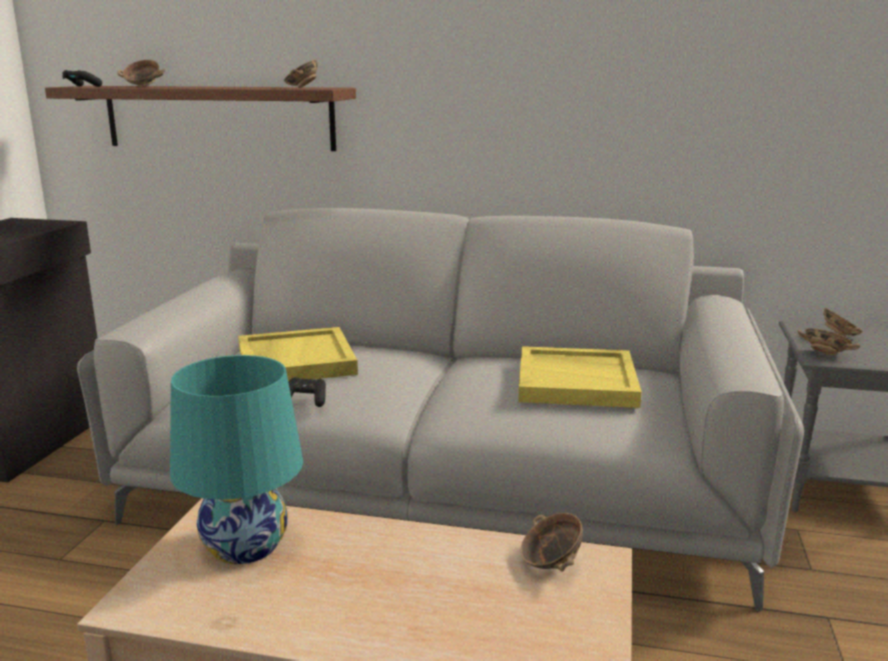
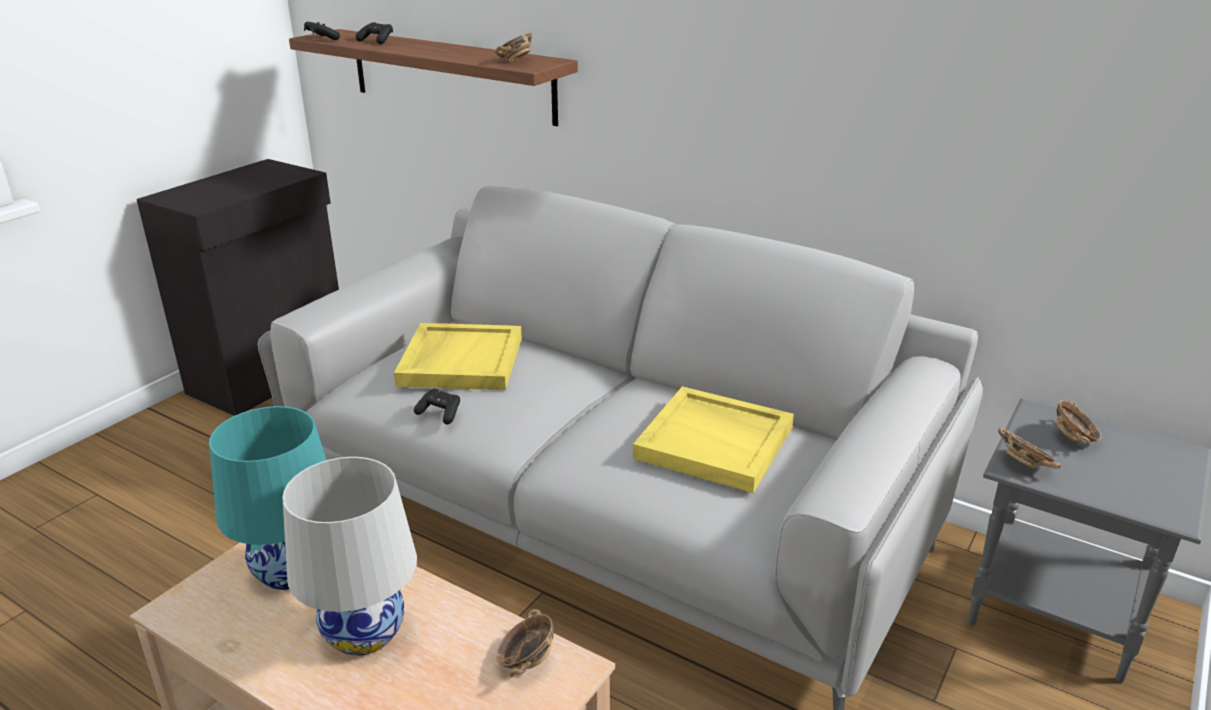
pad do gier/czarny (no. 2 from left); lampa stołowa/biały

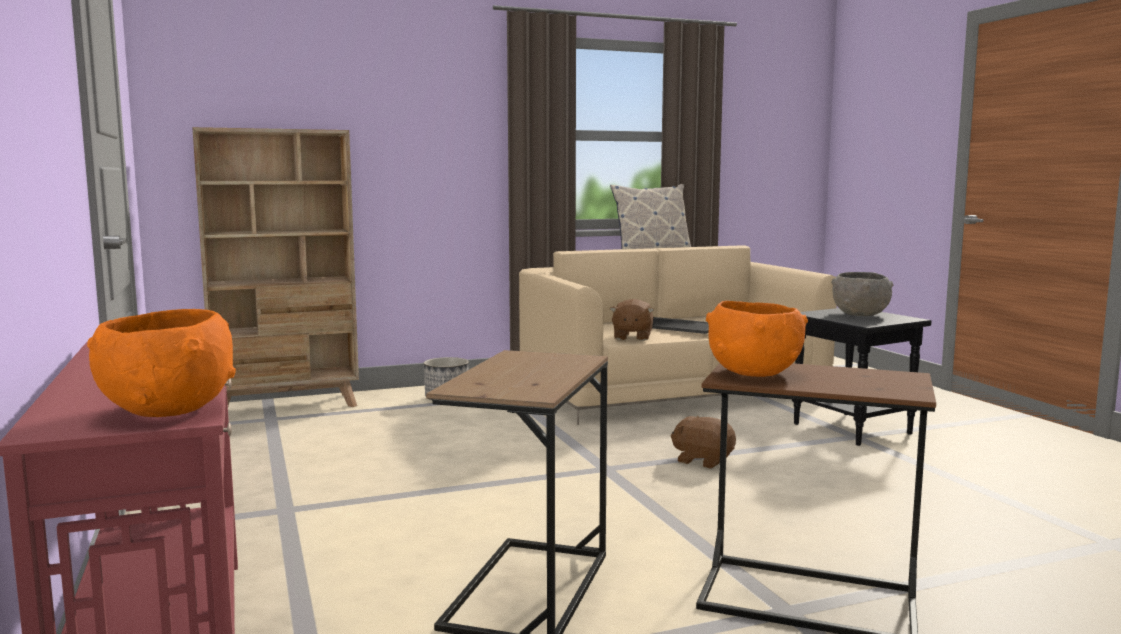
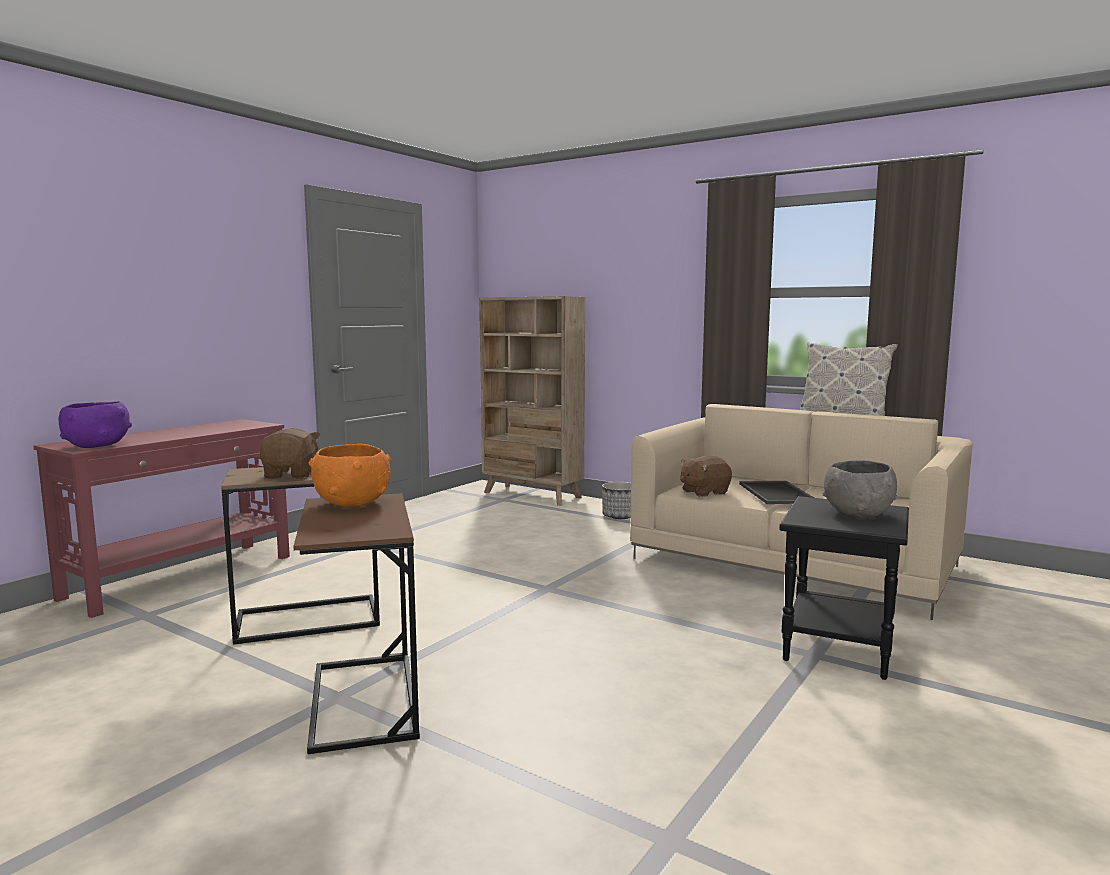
miska/fioletowy; pluszak/brązowy (no. 1 from left)

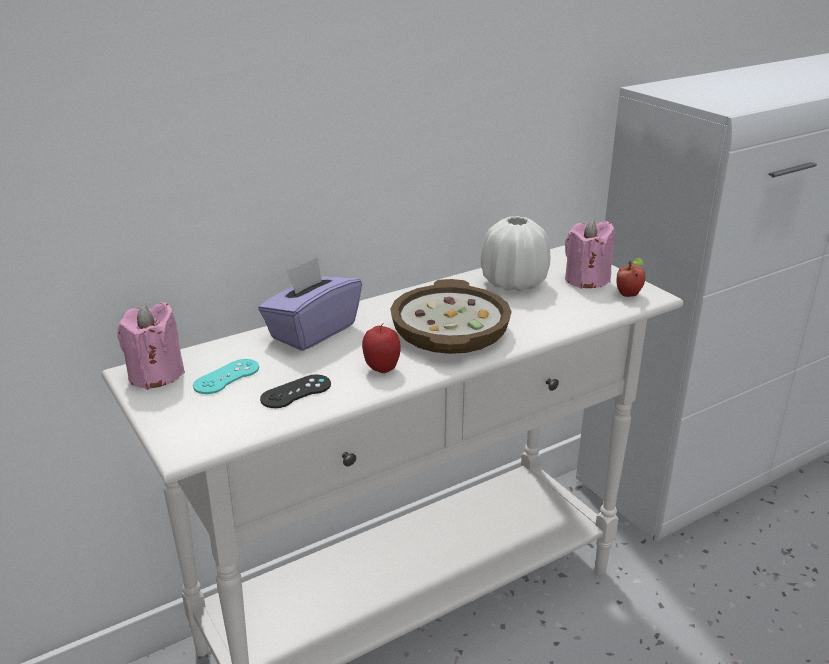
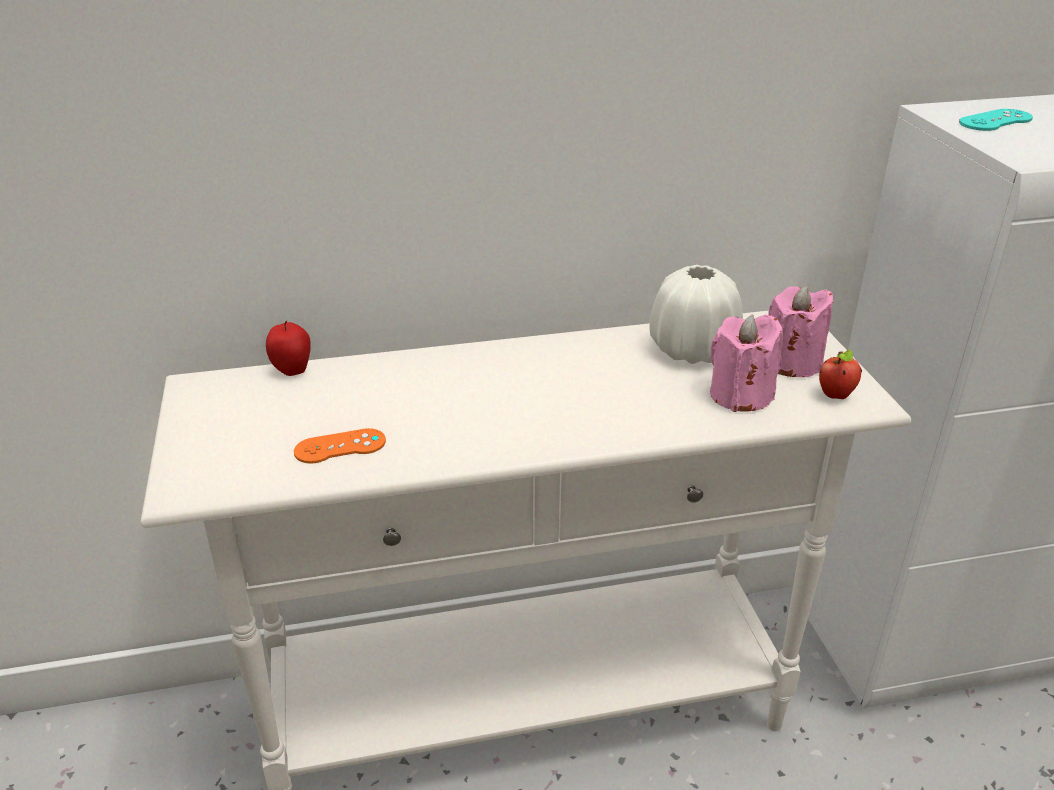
świeca/różowy (no. 1 from left); pad do gier/turkusowy; pudełko chusteczek/fioletowy; pad do gier/pomarańczowy; jabłko (no. 1 from left); miska

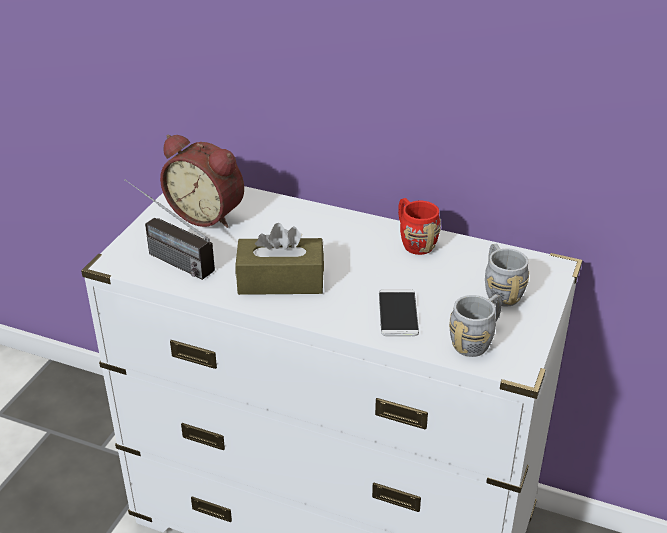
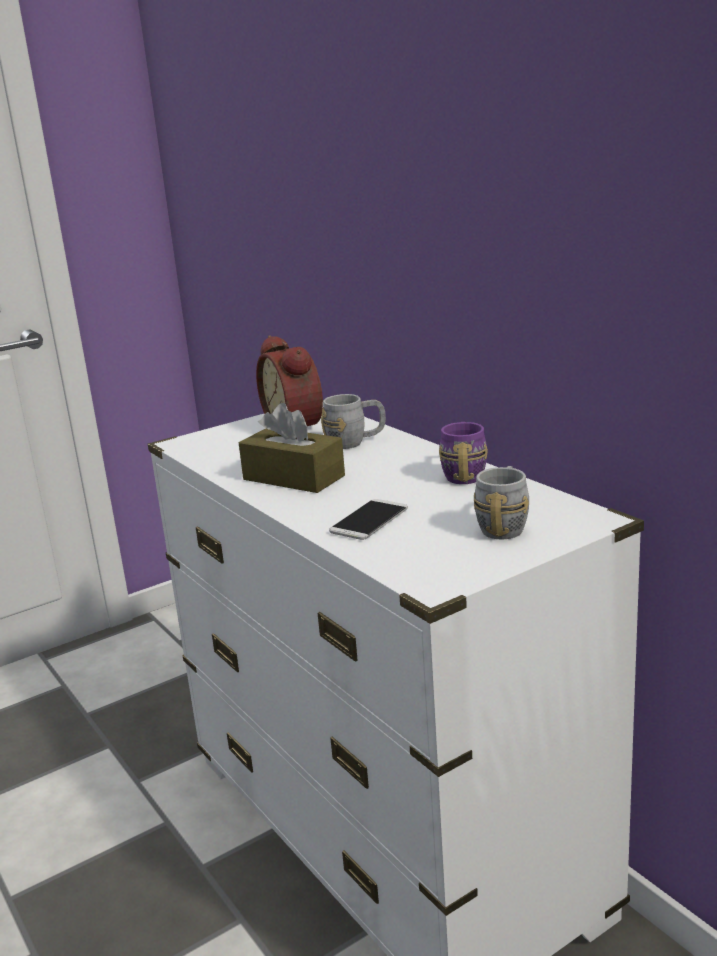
radio; kubek/fioletowy; kubek/szary (no. 1 from left)

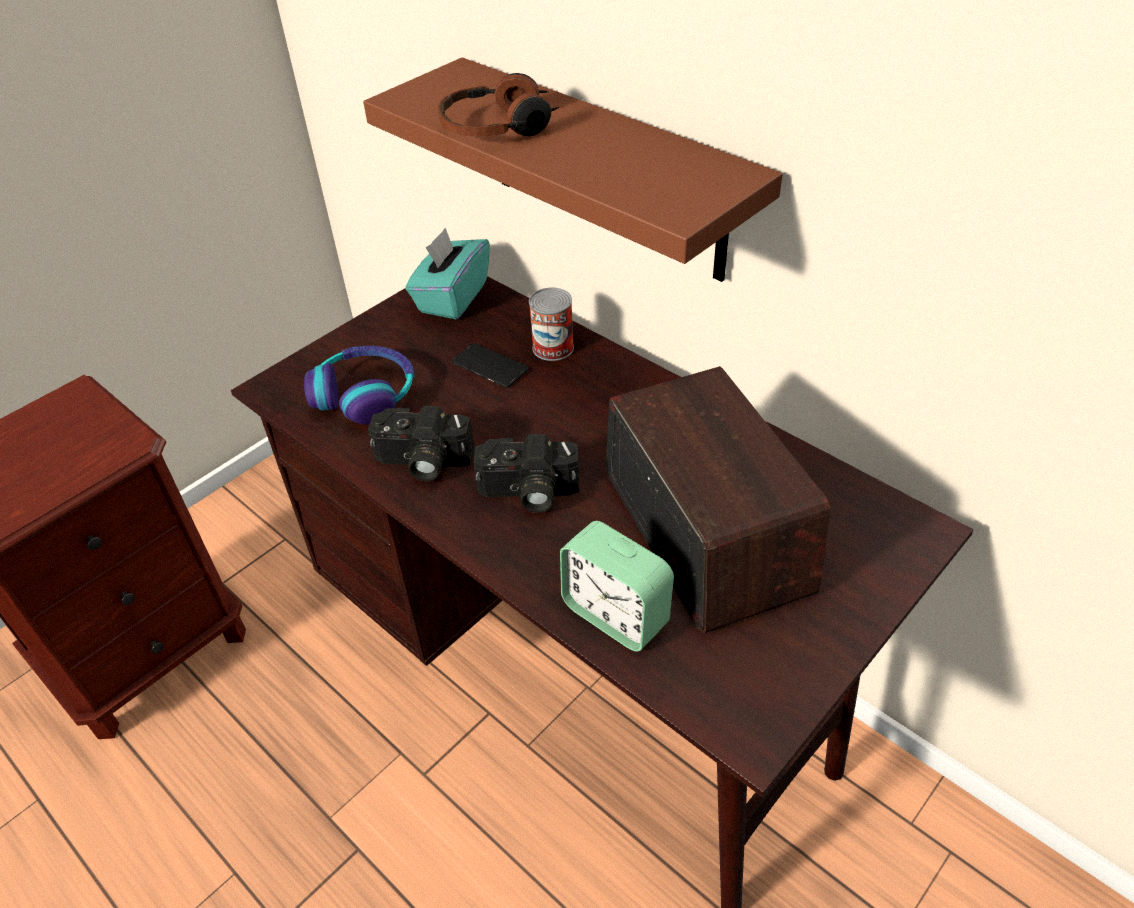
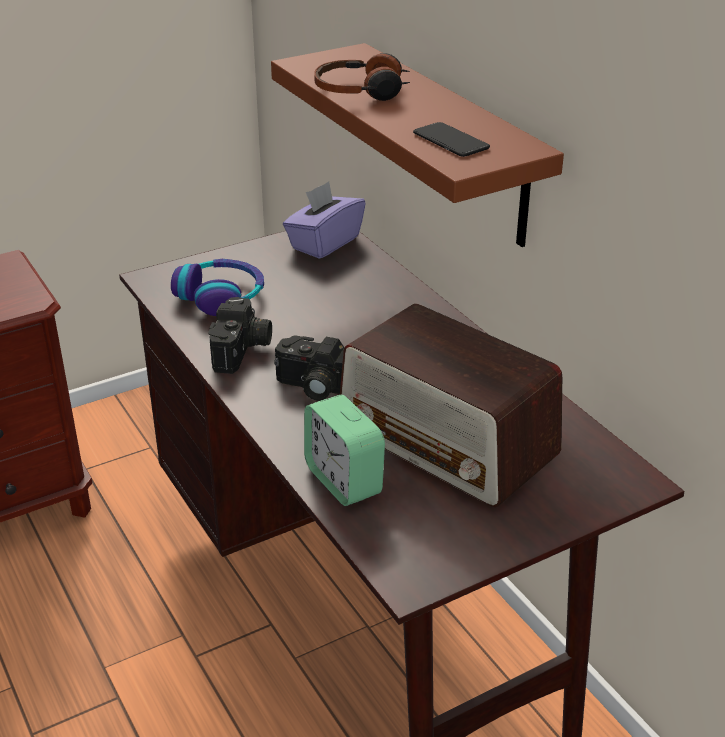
aparat fotograficzny (no. 1 from left); pudełko chusteczek/fioletowy; telefon; puszka; radio

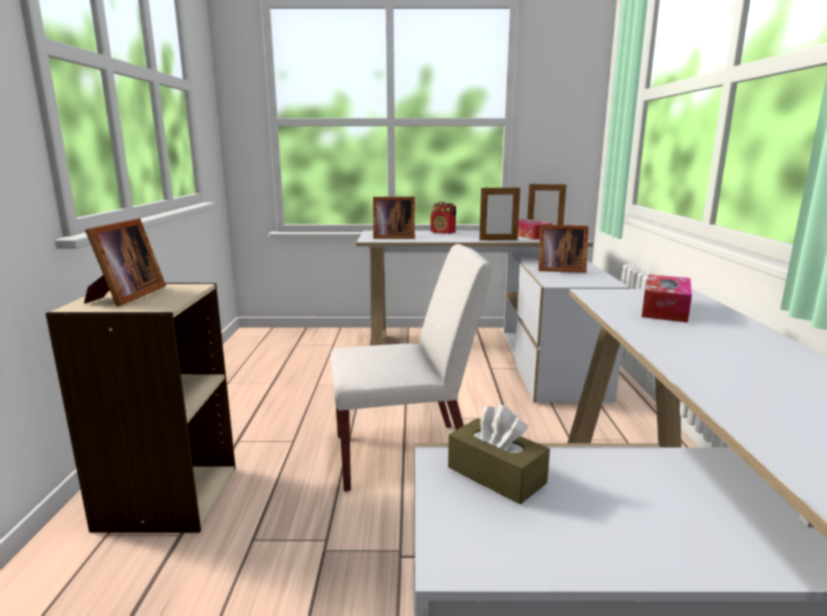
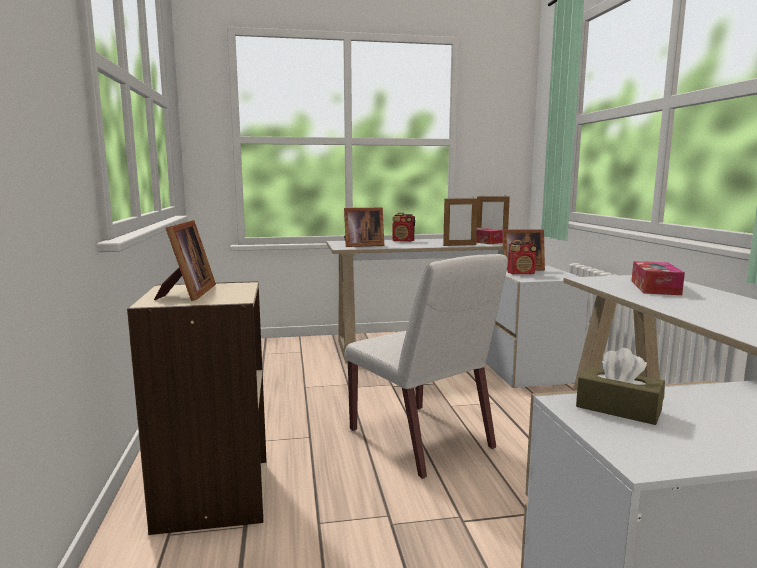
krzesło/biały; radio (no. 2 from left)

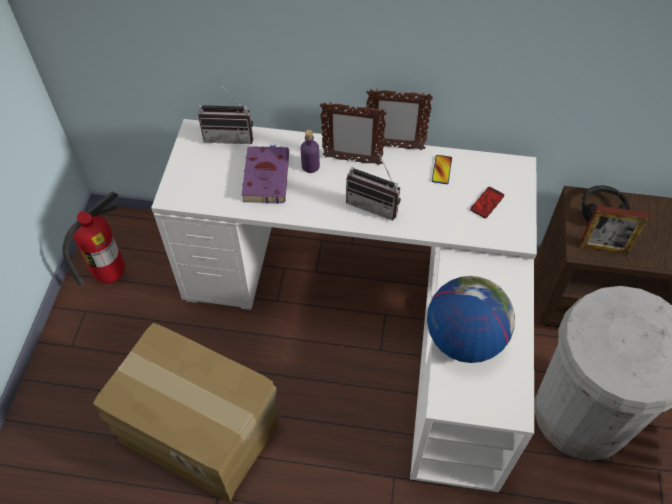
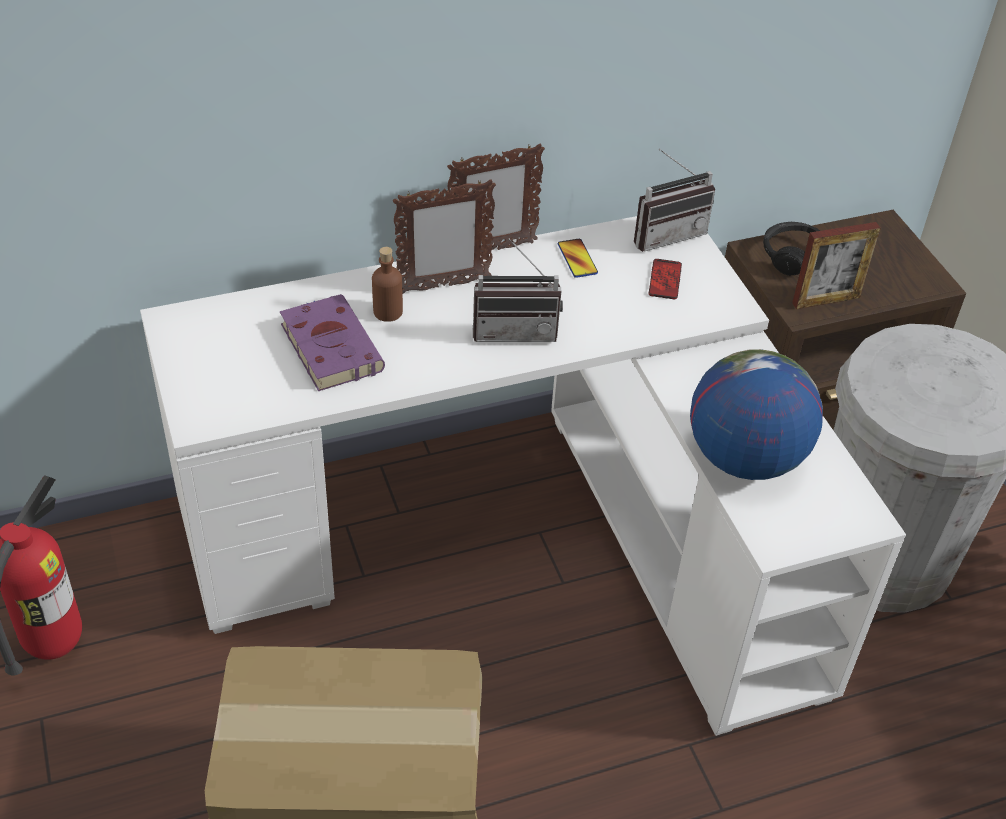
radio (no. 2 from left); butelka/brązowy

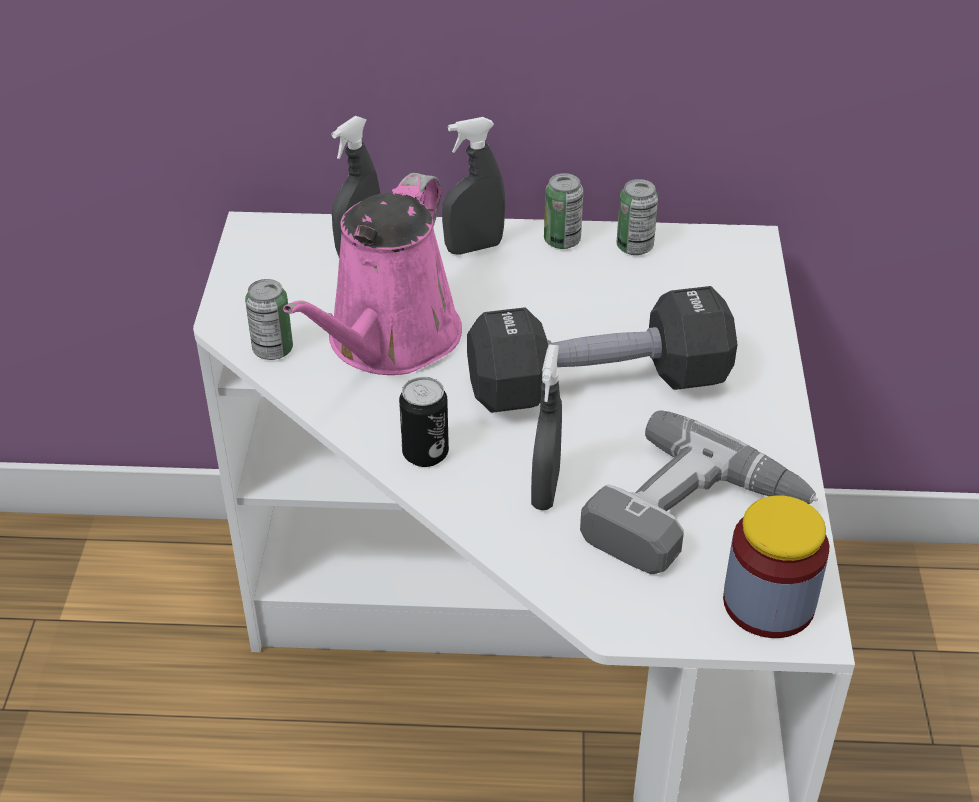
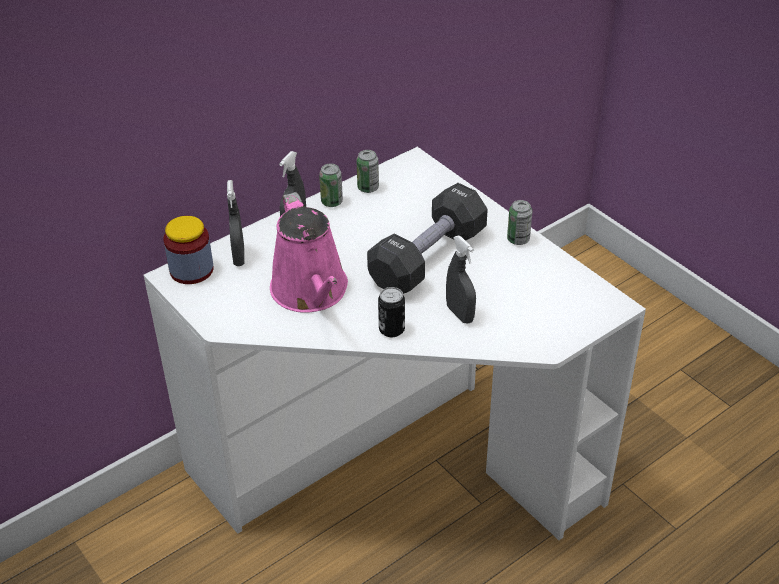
puszka (no. 4 from left); wiertarka; słoik

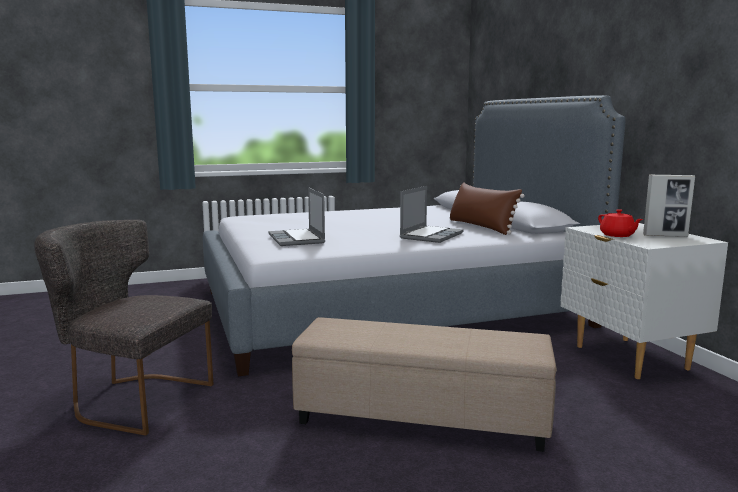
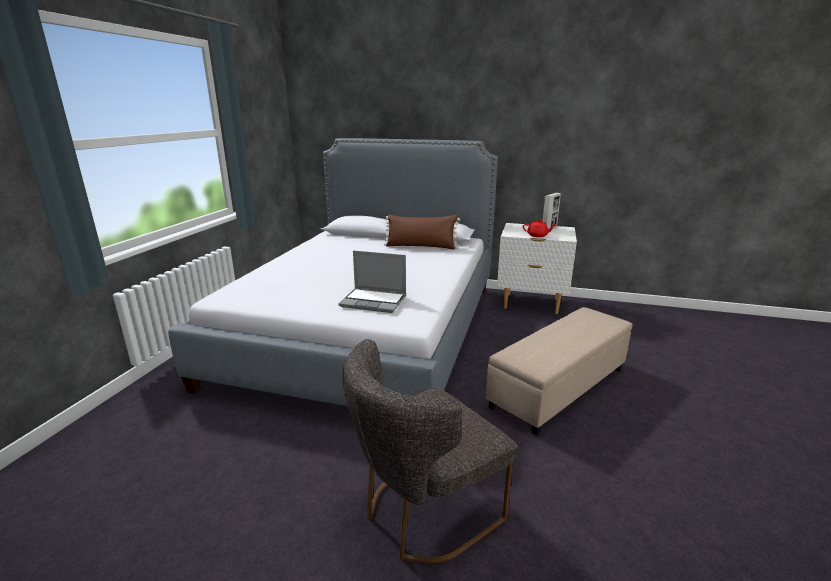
laptop (no. 2 from left in the first image)

